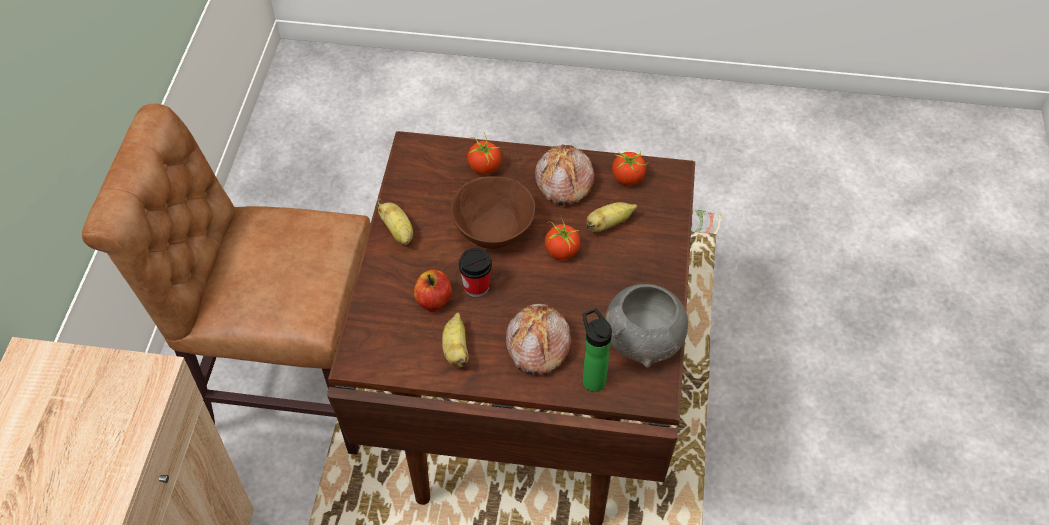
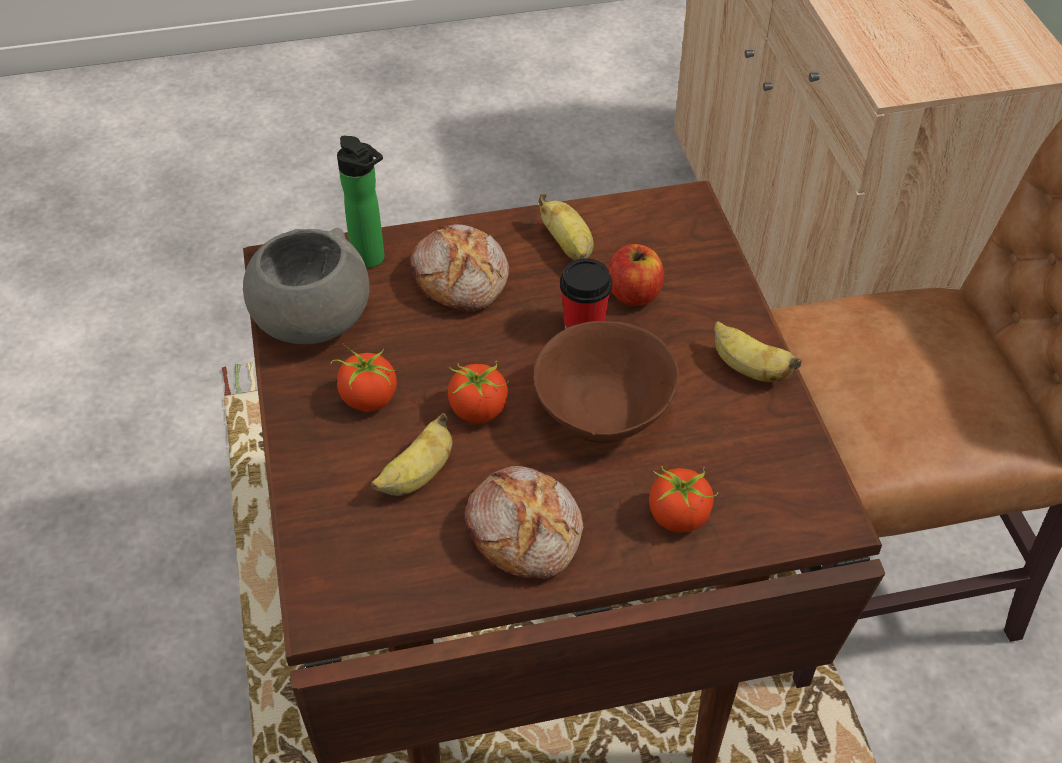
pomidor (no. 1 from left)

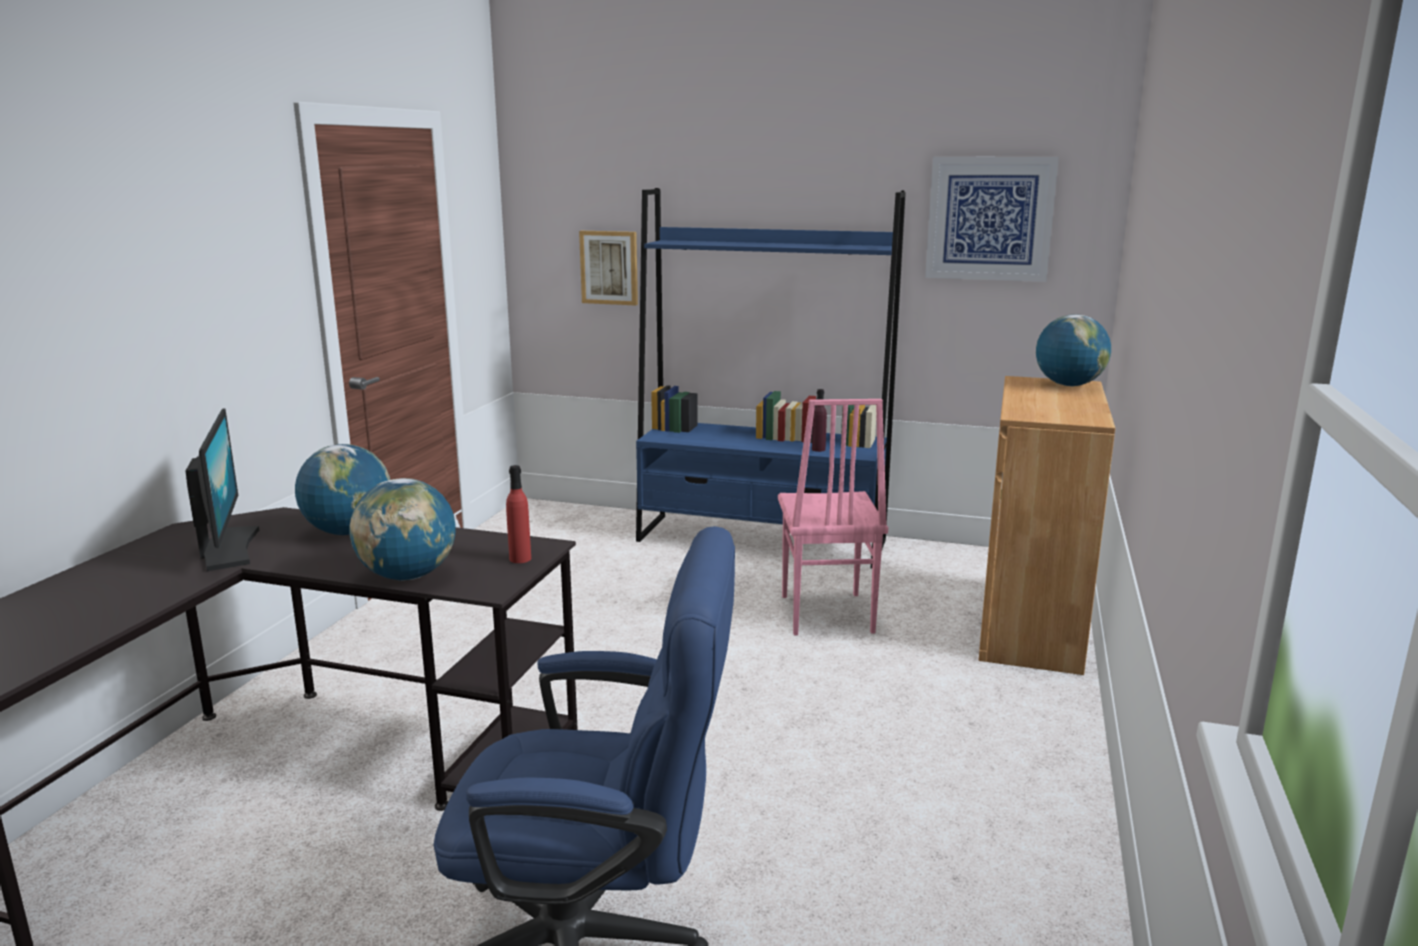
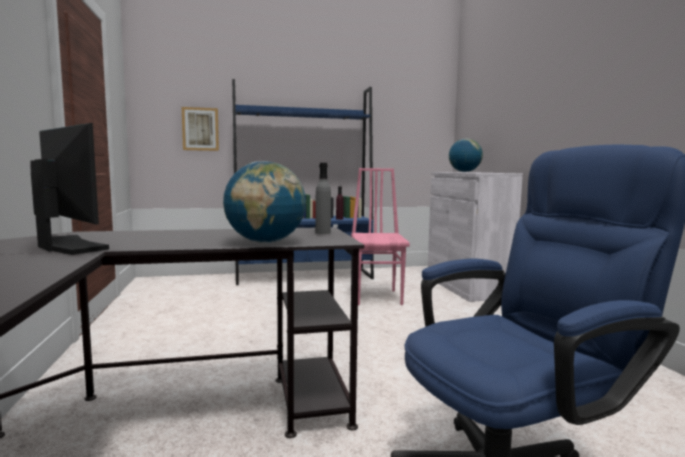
globus (no. 1 from left in the first image); butelka/szary; krzesło/różowy; obraz (no. 2 from left in the first image); szafka/biały

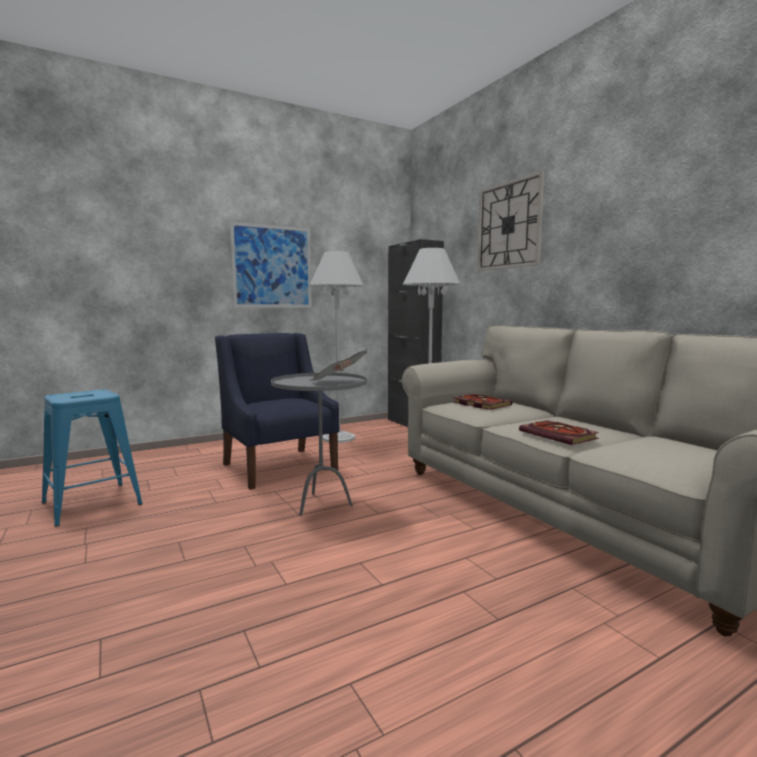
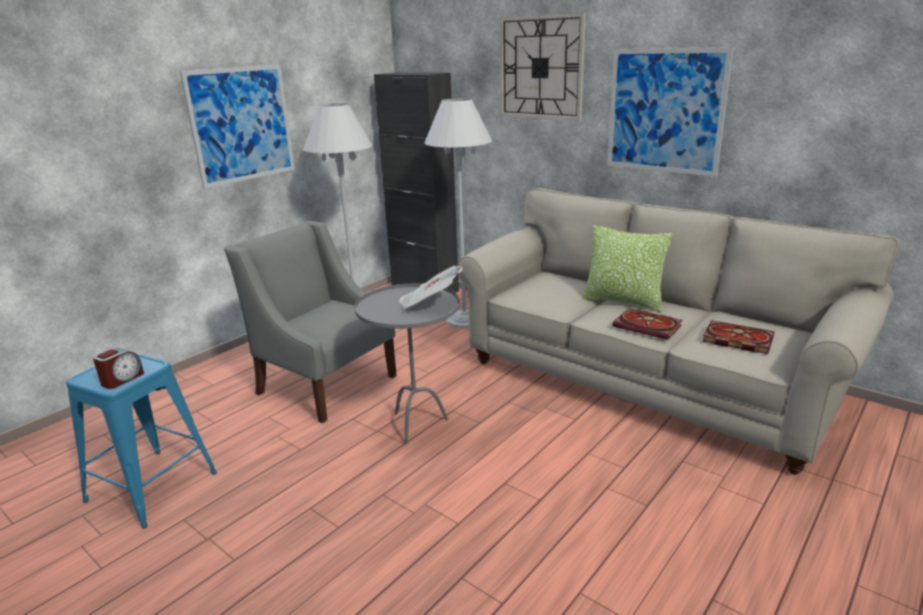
fotel/szary; książka (no. 2 from left); budzik; poduszka; obraz (no. 2 from left)

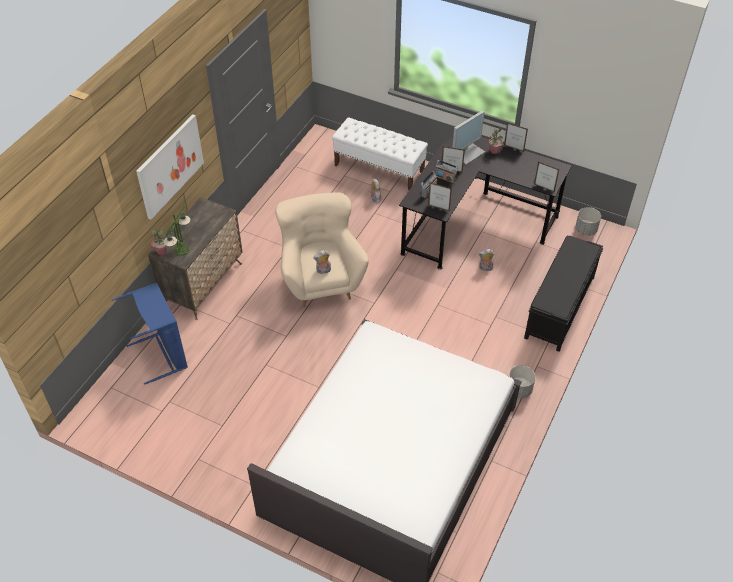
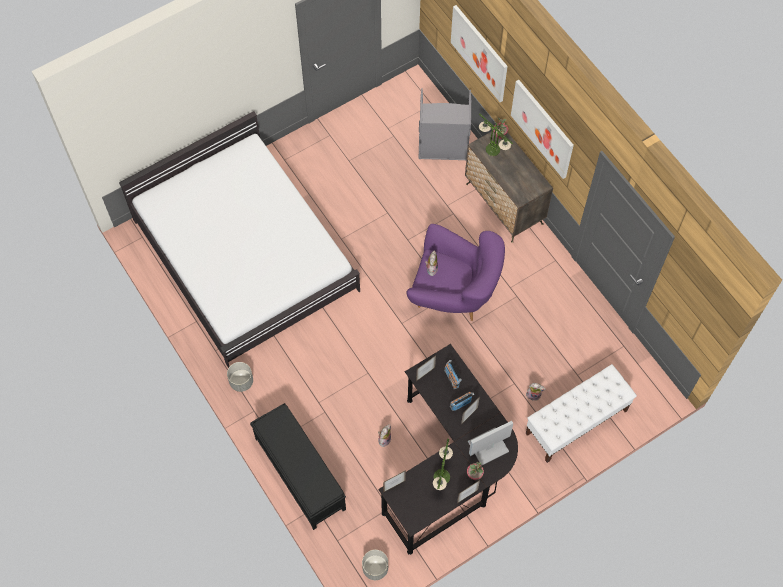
kosz na pranie/szary; fotel/fioletowy; monitor; lampa stołowa (no. 1 from left); obraz (no. 1 from left)

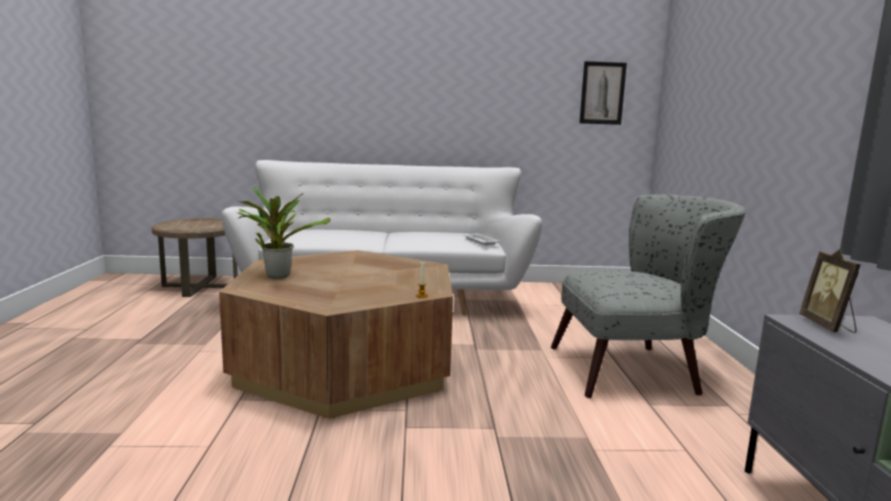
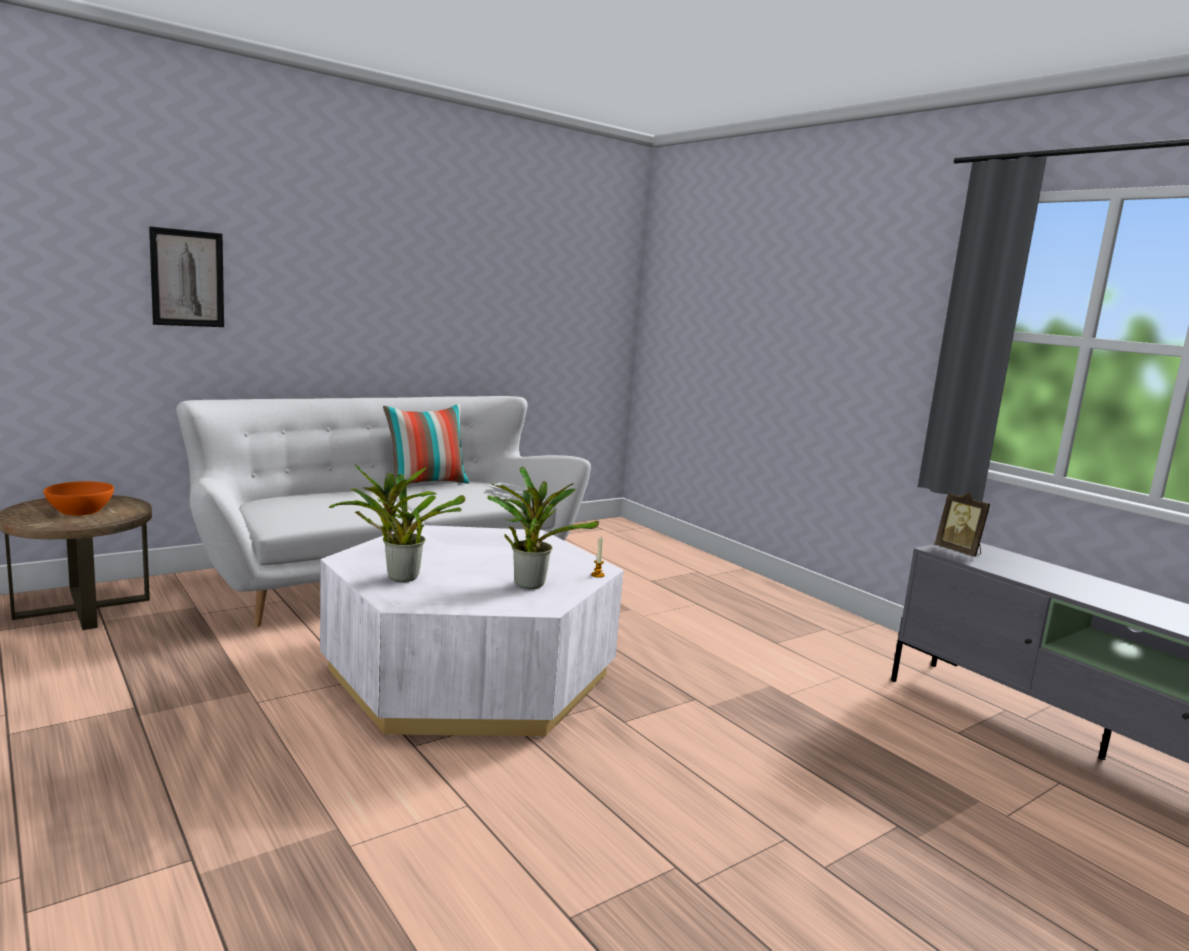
ława/biały; fotel/szary; obraz; miska/pomarańczowy; poduszka; roślina doniczkowa (no. 2 from left)

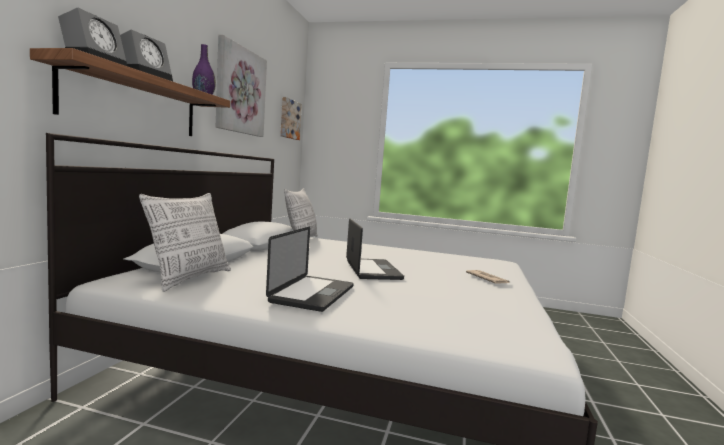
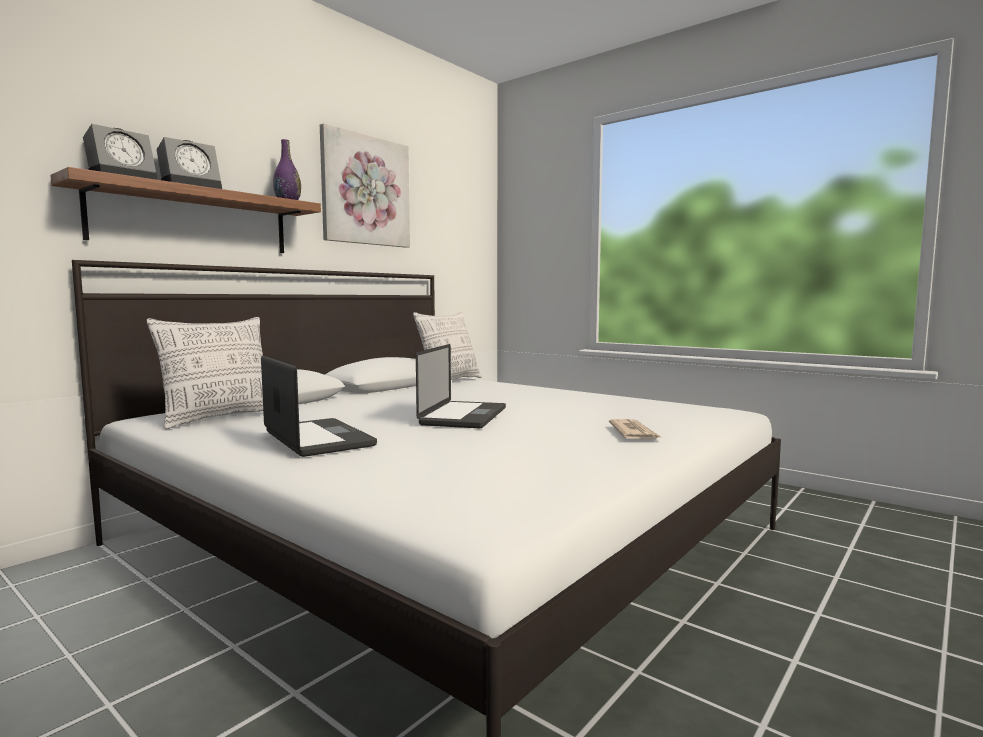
laptop (no. 1 from left); obraz (no. 2 from left in the first image)

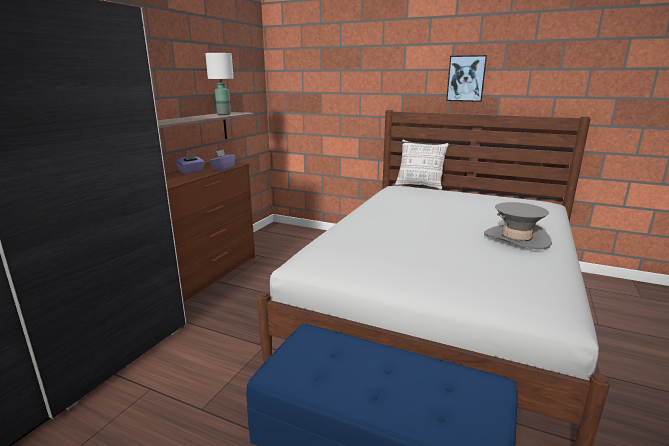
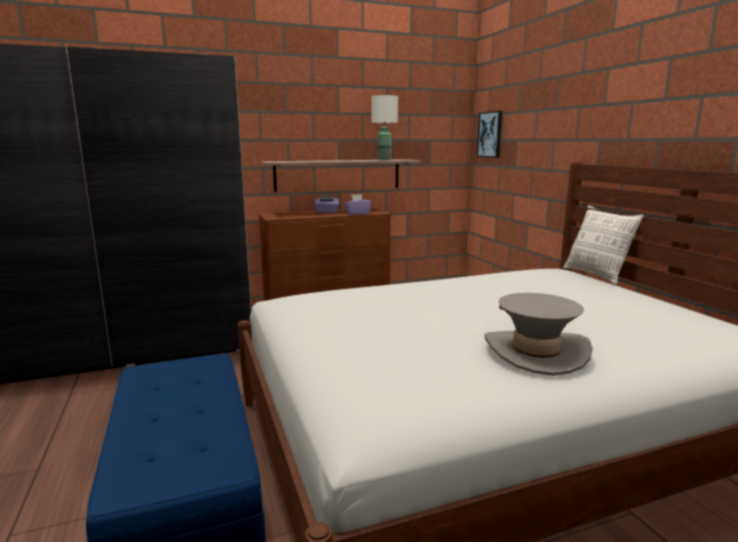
obraz

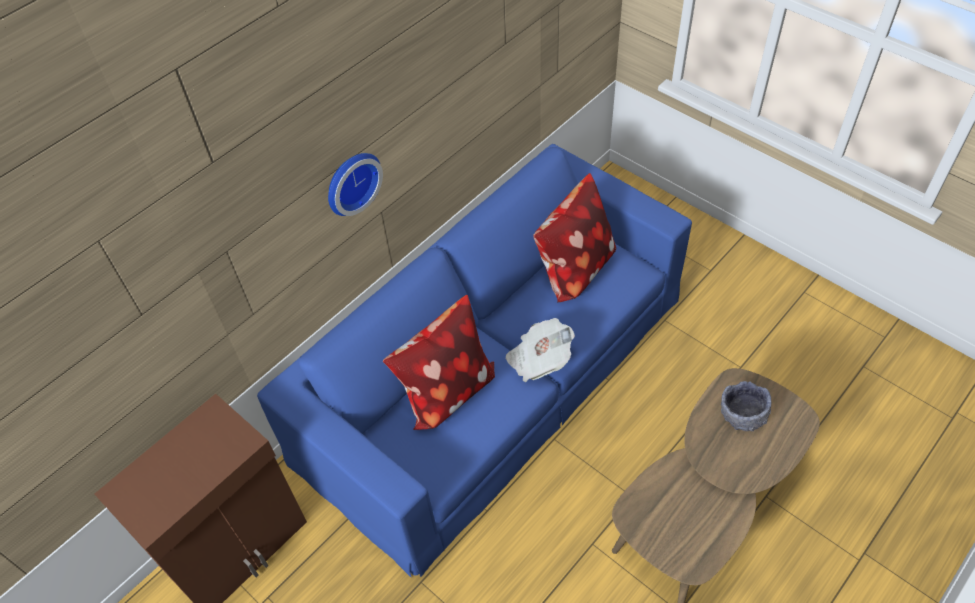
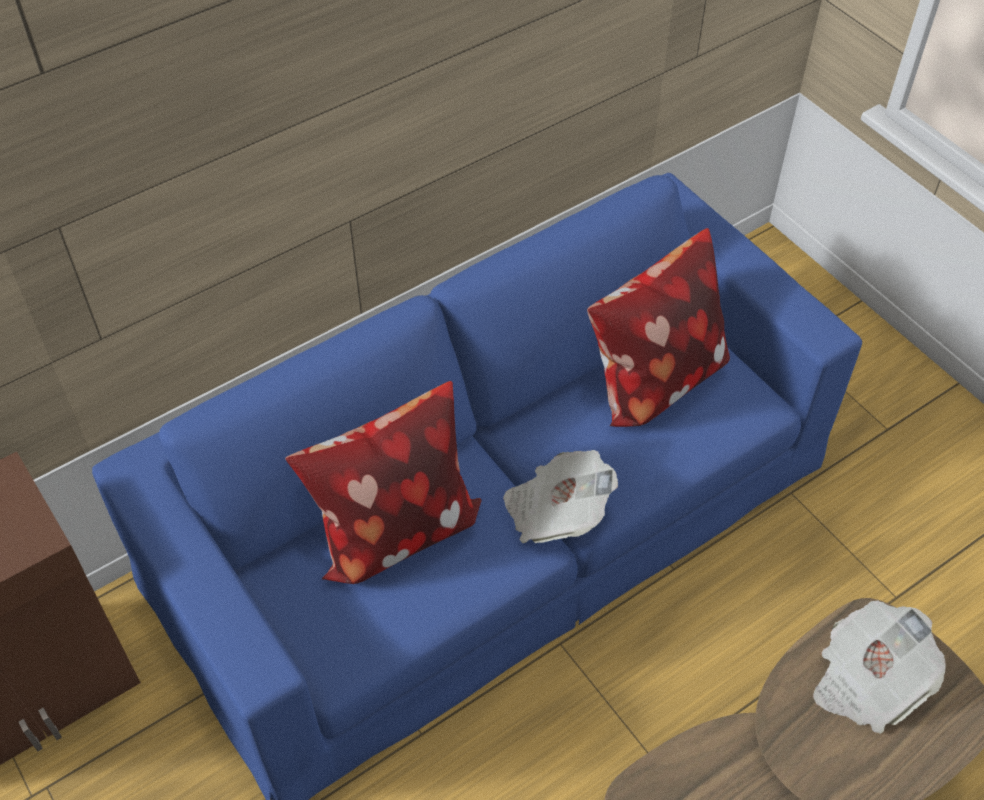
zegar ścienny; gazeta (no. 2 from left)

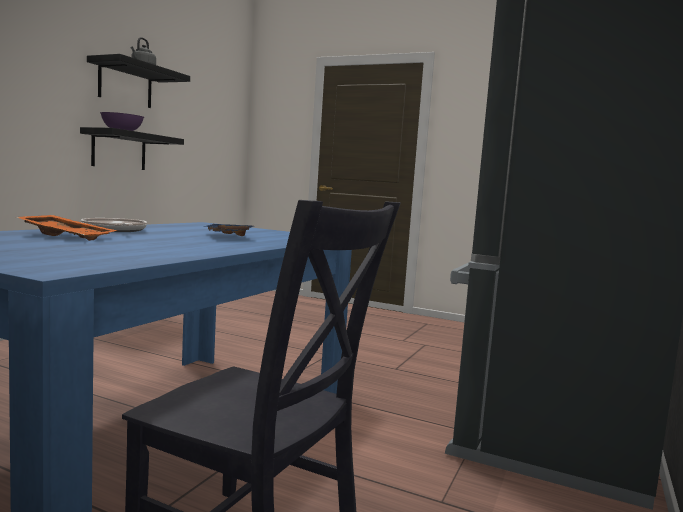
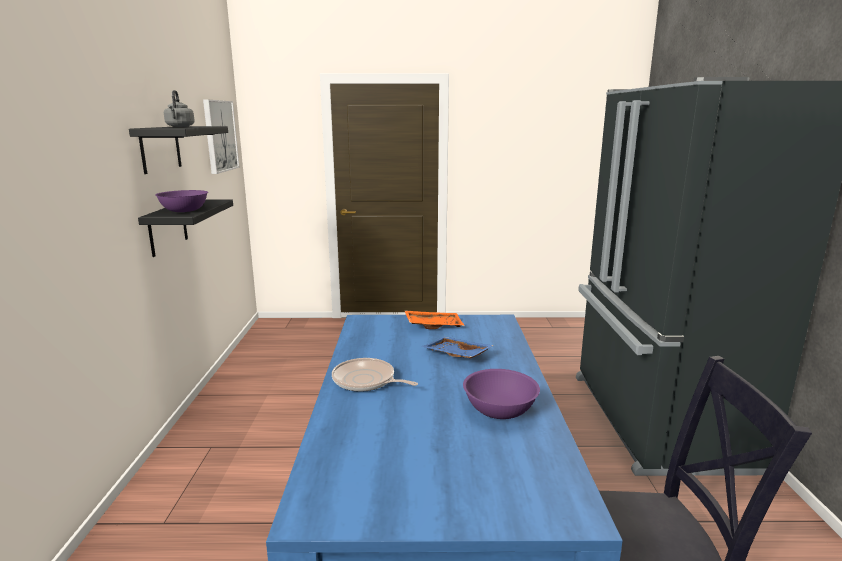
taca/pomarańczowy; obraz; miska/fioletowy (no. 2 from left)

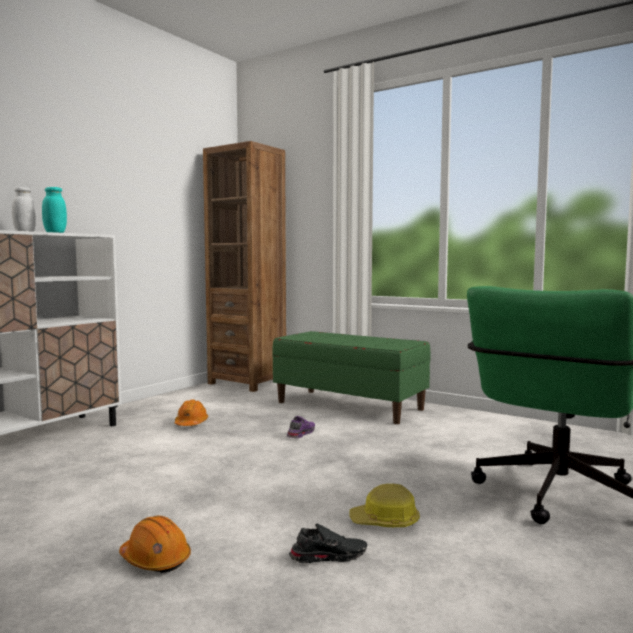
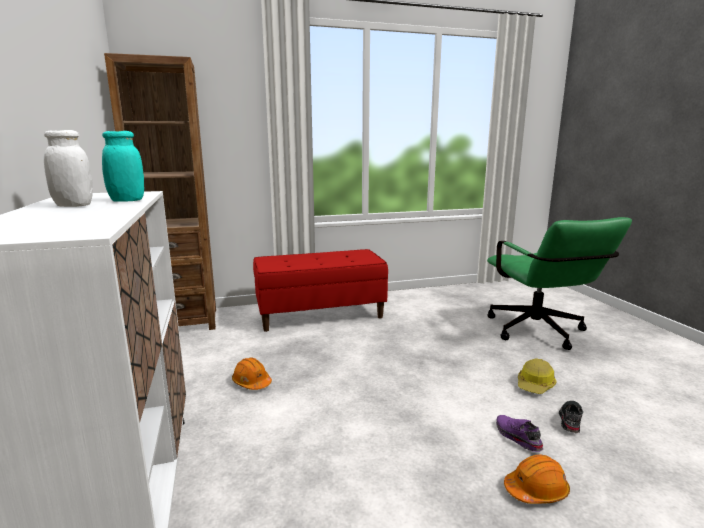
ławka/czerwony; but/fioletowy

